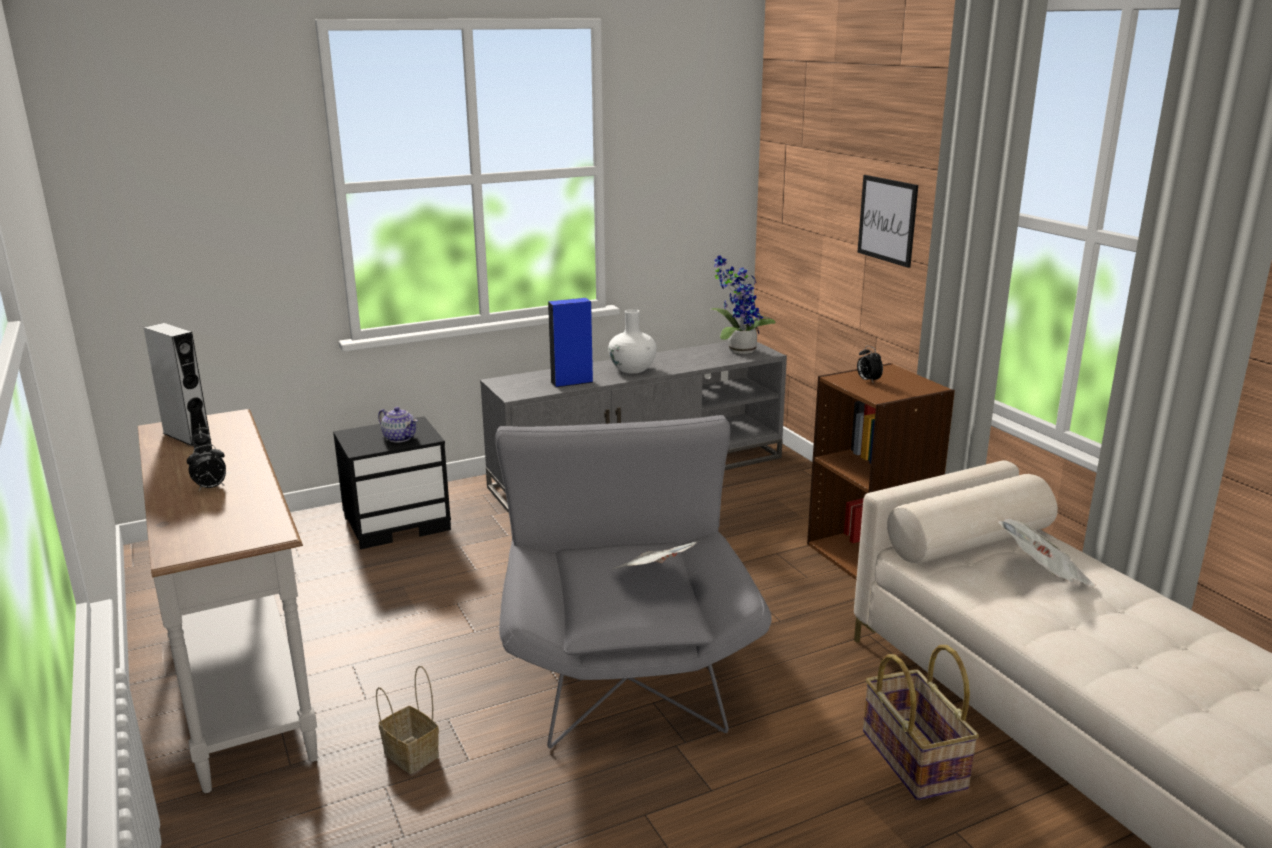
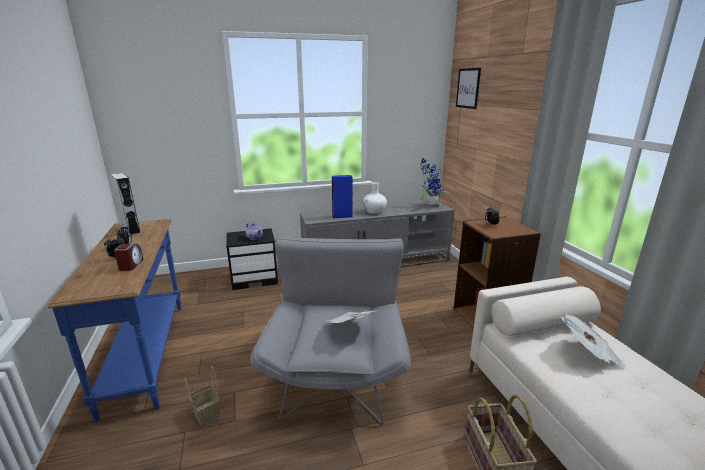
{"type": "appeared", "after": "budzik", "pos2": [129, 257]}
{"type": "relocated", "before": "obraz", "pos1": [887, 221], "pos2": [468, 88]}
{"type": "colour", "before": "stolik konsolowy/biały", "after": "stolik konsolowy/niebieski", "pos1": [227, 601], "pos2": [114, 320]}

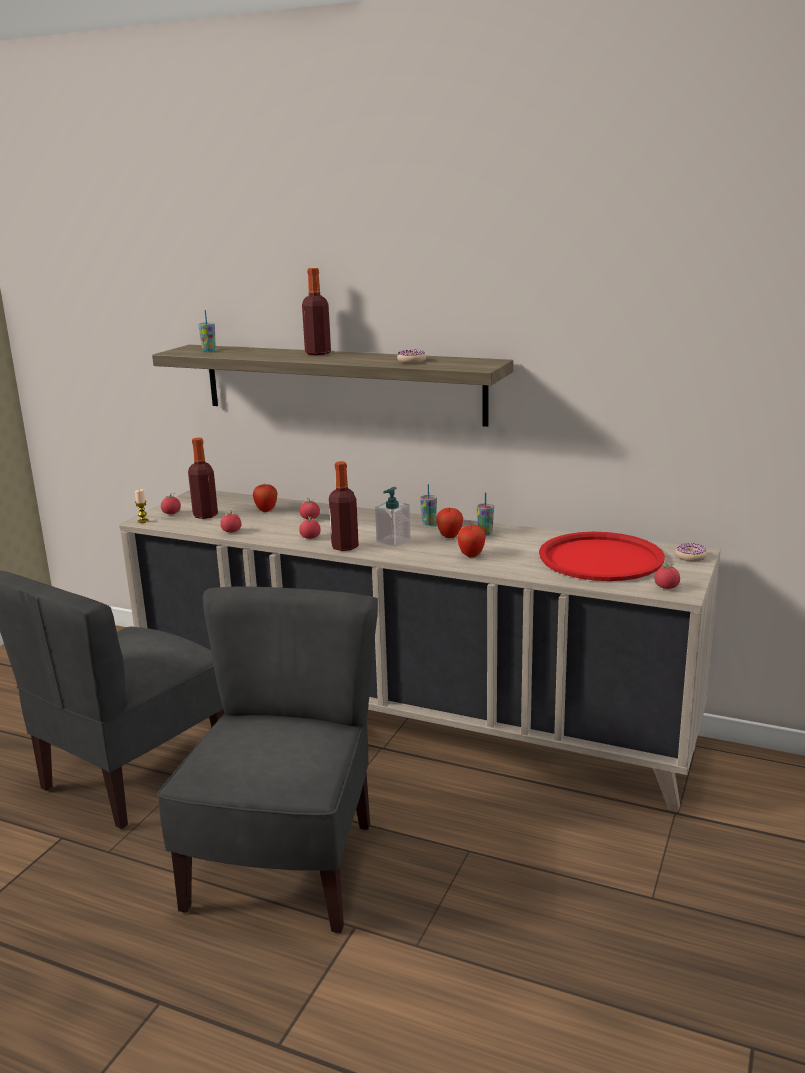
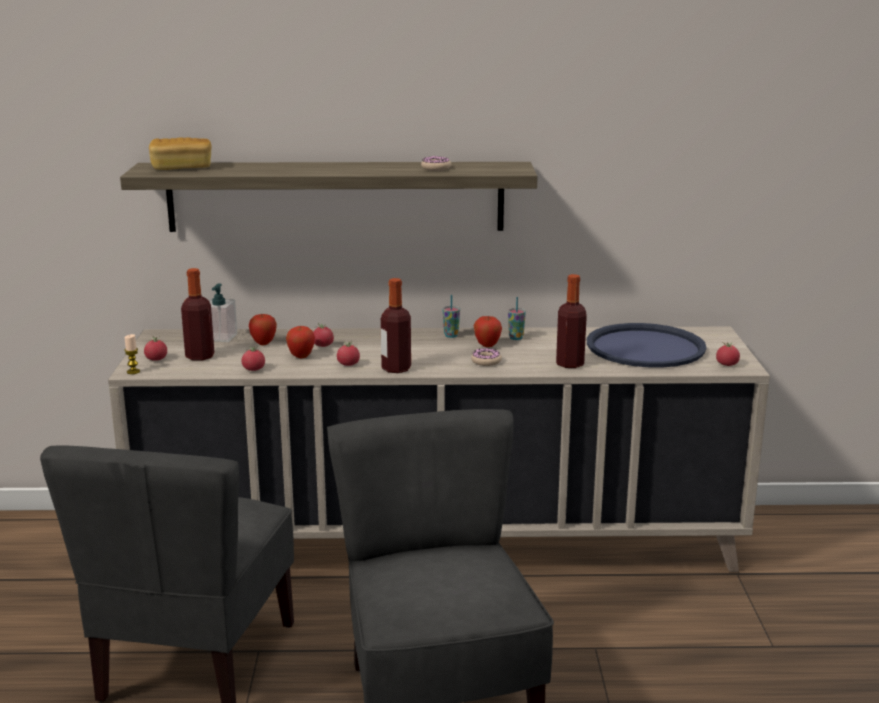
{"type": "relocated", "before": "butelka", "pos1": [316, 311], "pos2": [571, 321]}
{"type": "relocated", "before": "dozownik mydła", "pos1": [392, 516], "pos2": [223, 312]}
{"type": "relocated", "before": "jabłko", "pos1": [471, 541], "pos2": [300, 342]}
{"type": "relocated", "before": "donut", "pos1": [691, 552], "pos2": [486, 357]}
{"type": "exchanged", "before": "filiżanka", "after": "chleb", "pos1": [207, 330], "pos2": [180, 153]}
{"type": "colour", "before": "taca/czerwony", "after": "taca/niebieski", "pos1": [602, 556], "pos2": [647, 345]}

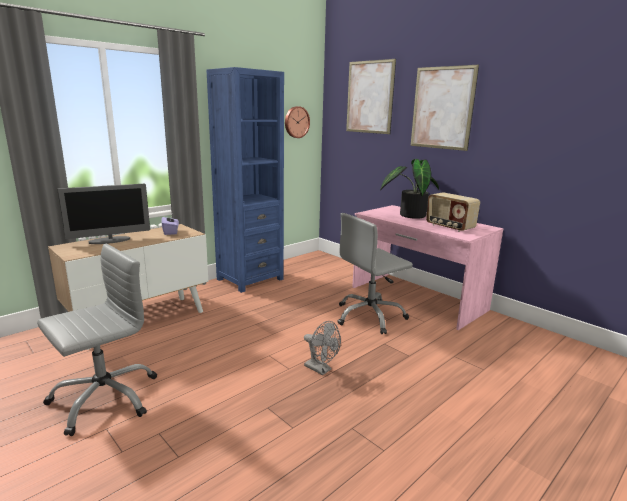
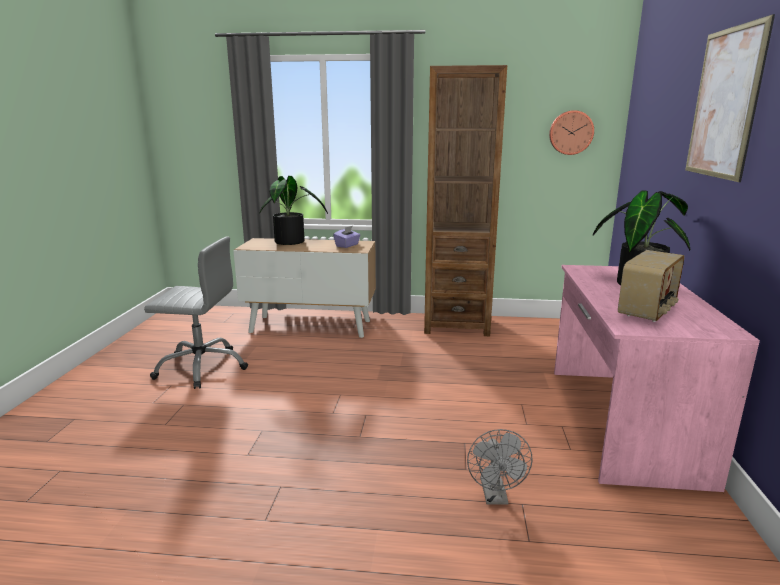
{"type": "missing", "before": "krzesło biurowe/szary", "pos1": [375, 273]}
{"type": "missing", "before": "obraz", "pos1": [371, 96]}
{"type": "relocated", "before": "wentylator/szary", "pos1": [322, 348], "pos2": [500, 467]}
{"type": "exchanged", "before": "monitor", "after": "roślina doniczkowa", "pos1": [103, 214], "pos2": [294, 210]}
{"type": "colour", "before": "regał/niebieski", "after": "regał/brązowy", "pos1": [245, 180], "pos2": [465, 200]}
{"type": "spun", "before": "radio", "pos1": [453, 212], "pos2": [651, 286], "turn": -150}

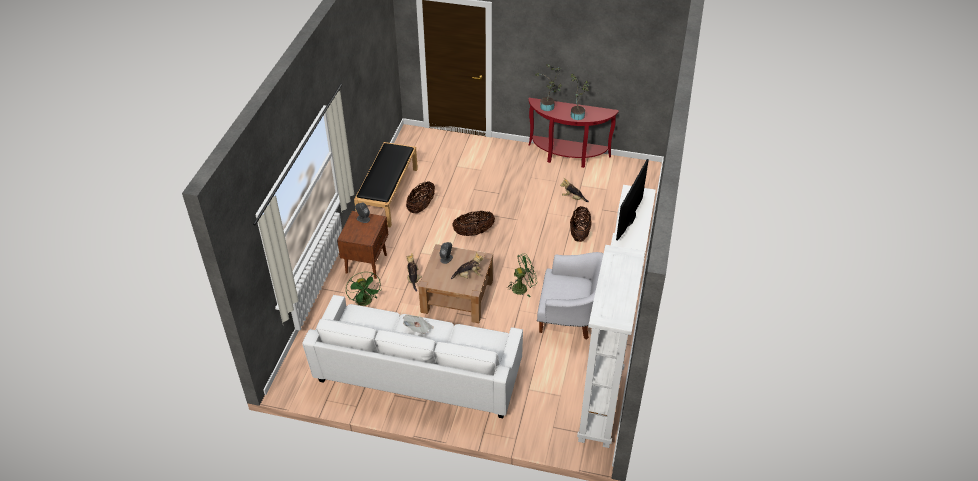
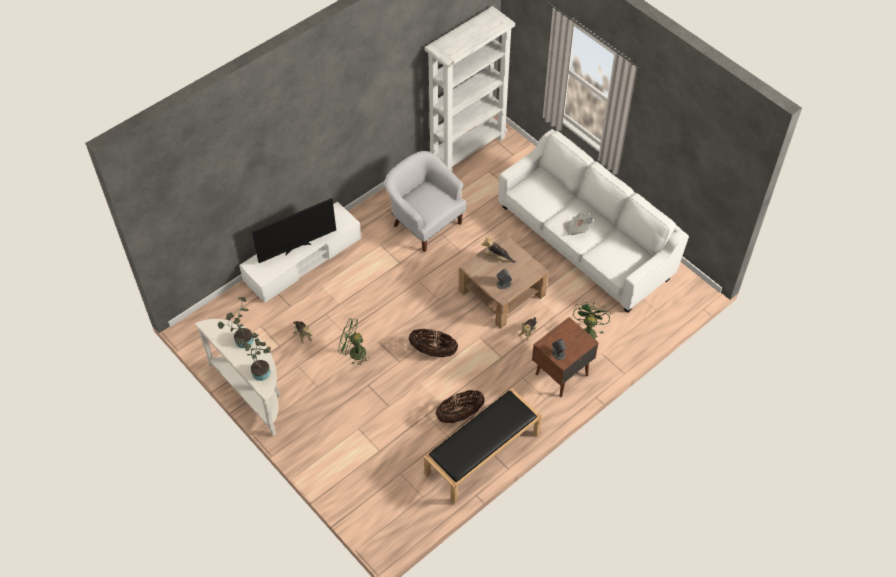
{"type": "missing", "before": "koszyk", "pos1": [581, 224]}
{"type": "relocated", "before": "wentylator/zielony", "pos1": [522, 275], "pos2": [354, 341]}
{"type": "colour", "before": "stolik konsolowy/czerwony", "after": "stolik konsolowy/biały", "pos1": [574, 133], "pos2": [238, 377]}

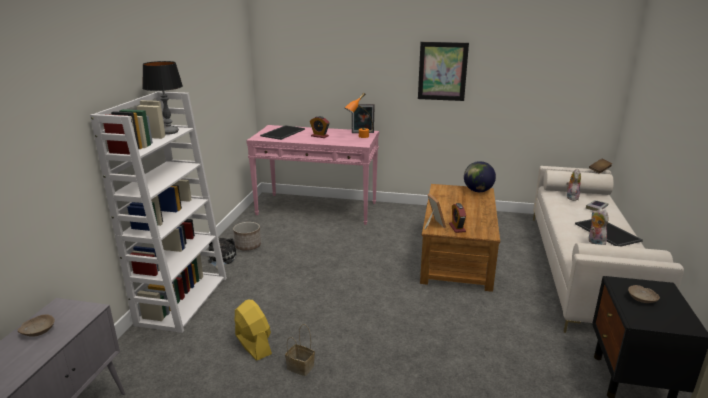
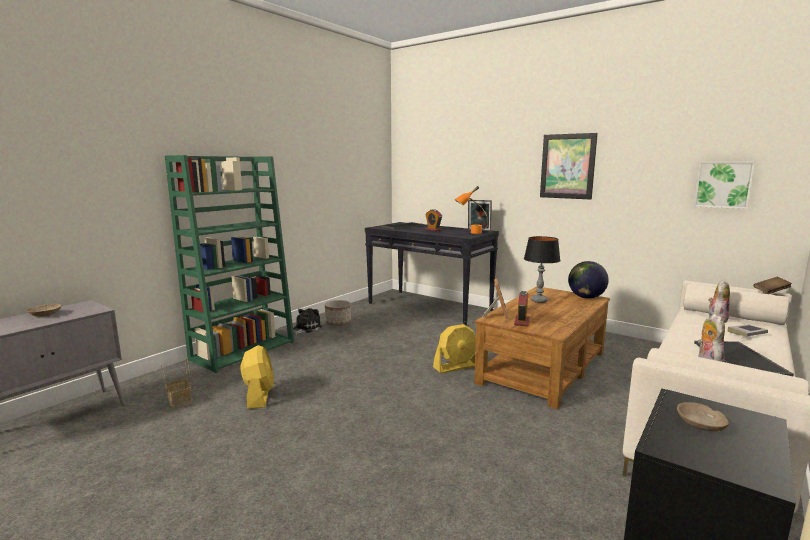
{"type": "appeared", "after": "wentylator/żółty", "pos2": [454, 348]}
{"type": "appeared", "after": "obraz", "pos2": [724, 185]}
{"type": "relocated", "before": "lampa stołowa", "pos1": [162, 98], "pos2": [542, 269]}
{"type": "relocated", "before": "koszyk", "pos1": [300, 350], "pos2": [176, 383]}
{"type": "colour", "before": "regał/biały", "after": "regał/zielony", "pos1": [158, 212], "pos2": [230, 264]}
{"type": "colour", "before": "stolik konsolowy/różowy", "after": "stolik konsolowy/czarny", "pos1": [312, 175], "pos2": [432, 273]}

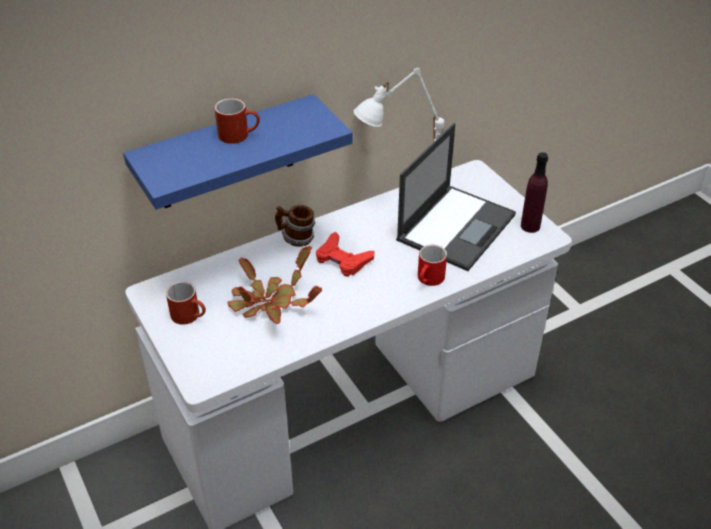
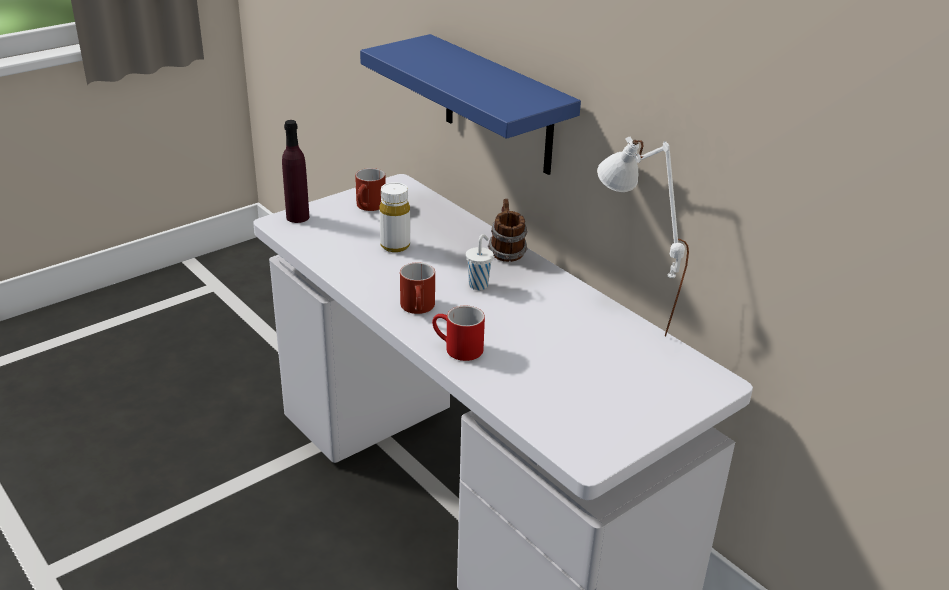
{"type": "missing", "before": "laptop", "pos1": [456, 197]}
{"type": "relocated", "before": "kubek/czerwony", "pos1": [237, 121], "pos2": [417, 288]}
{"type": "relocated", "before": "butelka/fioletowy", "pos1": [534, 192], "pos2": [295, 171]}
{"type": "exchanged", "before": "roślina doniczkowa", "after": "butelka/biały", "pos1": [274, 285], "pos2": [394, 217]}
{"type": "exchanged", "before": "pad do gier/czerwony", "after": "filiżanka/biały", "pos1": [345, 254], "pos2": [480, 262]}

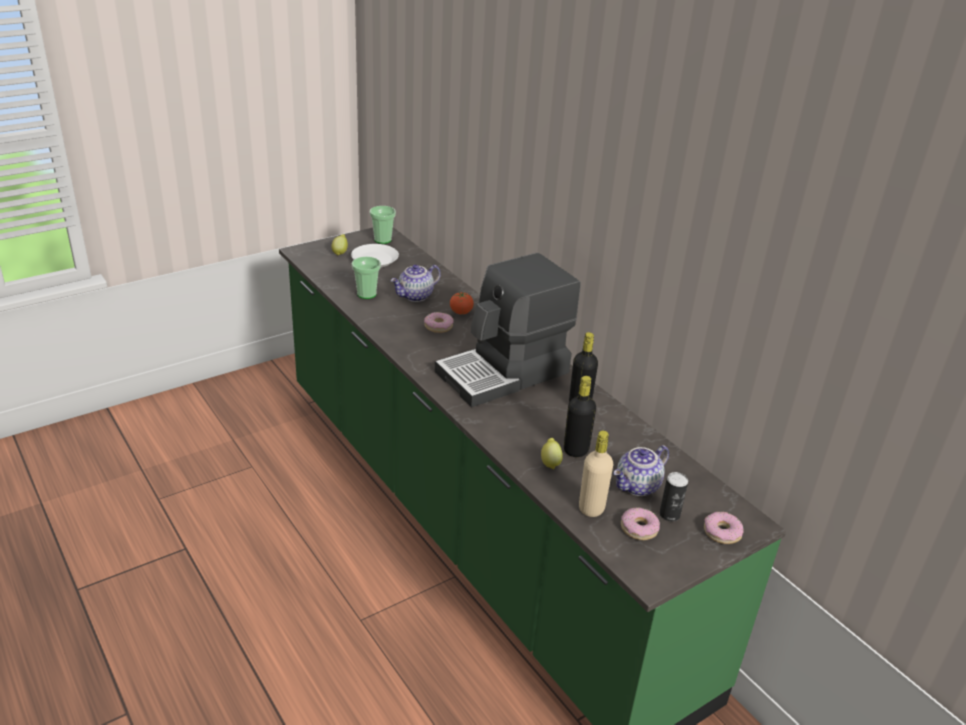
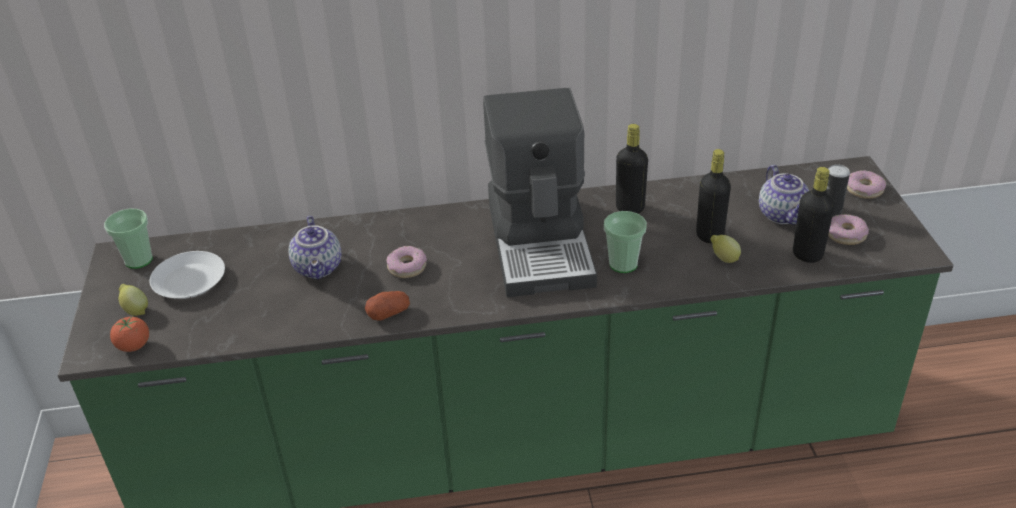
{"type": "appeared", "after": "ziemniak", "pos2": [387, 306]}
{"type": "relocated", "before": "filiżanka", "pos1": [366, 278], "pos2": [625, 242]}
{"type": "relocated", "before": "pomidor", "pos1": [462, 303], "pos2": [129, 334]}
{"type": "colour", "before": "butelka/beżowy", "after": "butelka/czarny", "pos1": [596, 474], "pos2": [813, 215]}

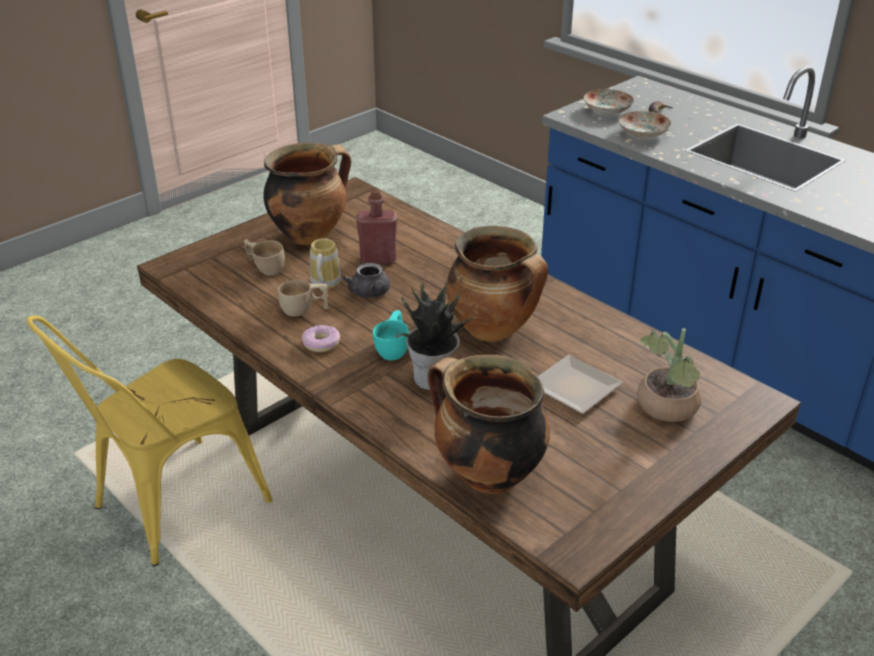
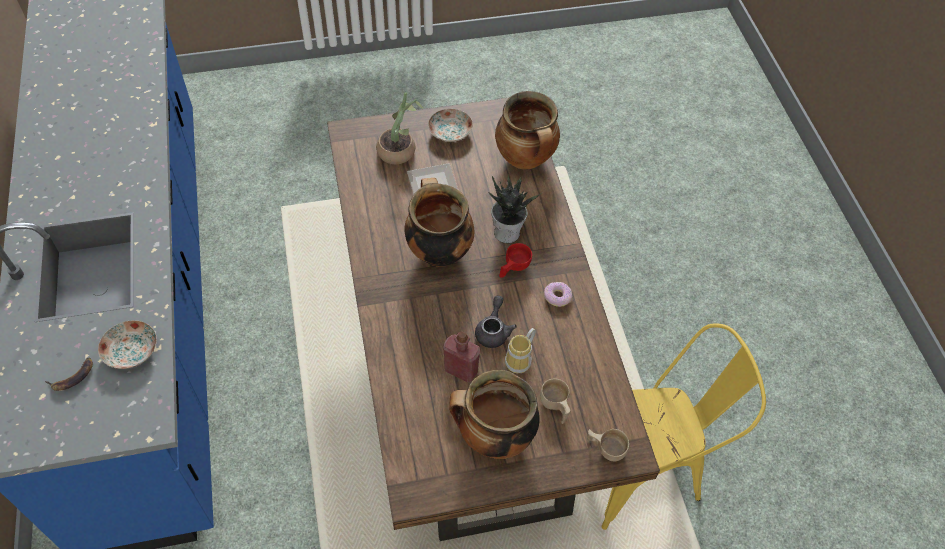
{"type": "relocated", "before": "filiżanka/beżowy", "pos1": [303, 298], "pos2": [608, 445]}
{"type": "relocated", "before": "talerz", "pos1": [609, 102], "pos2": [450, 125]}
{"type": "colour", "before": "filiżanka/turkusowy", "after": "filiżanka/czerwony", "pos1": [391, 335], "pos2": [515, 260]}

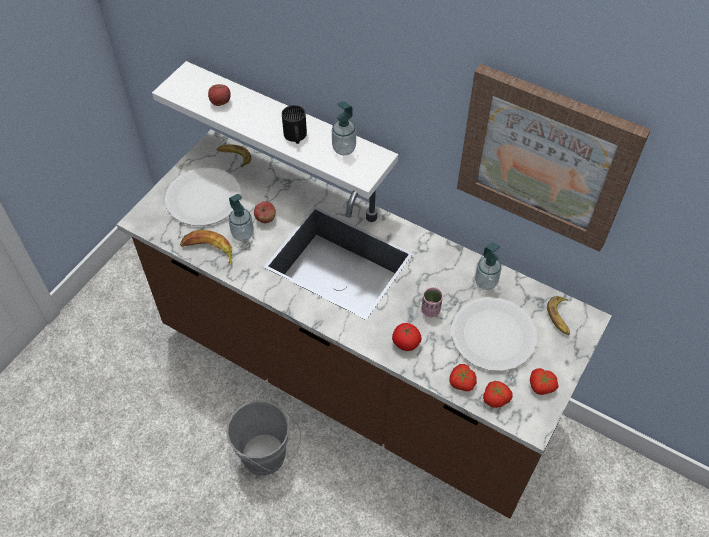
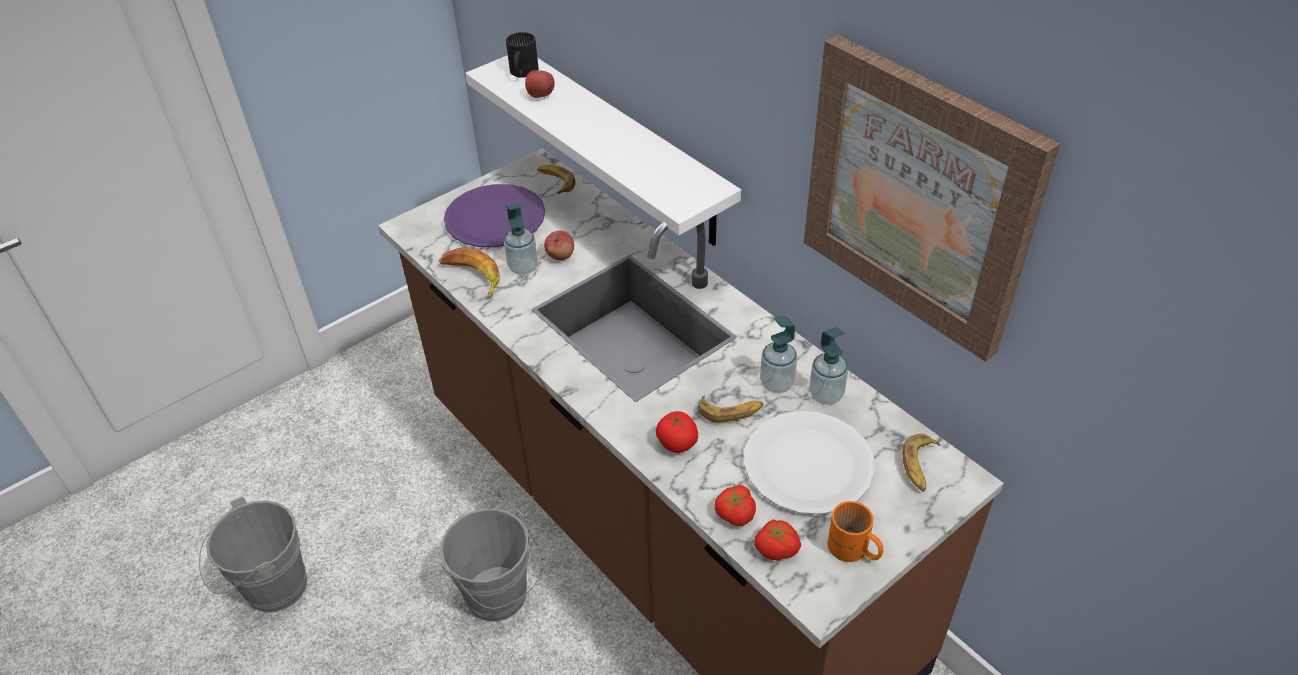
{"type": "appeared", "after": "wiadro/szary", "pos2": [253, 554]}
{"type": "relocated", "before": "kubek/czarny", "pos1": [294, 124], "pos2": [522, 55]}
{"type": "relocated", "before": "dozownik mydła", "pos1": [344, 128], "pos2": [778, 354]}
{"type": "exchanged", "before": "filiżanka/różowy", "after": "banan", "pos1": [432, 302], "pos2": [731, 409]}
{"type": "exchanged", "before": "pomidor", "after": "kubek/pomarańczowy", "pos1": [544, 381], "pos2": [855, 531]}
{"type": "colour", "before": "talerz/biały", "after": "talerz/fioletowy", "pos1": [203, 196], "pos2": [494, 215]}

